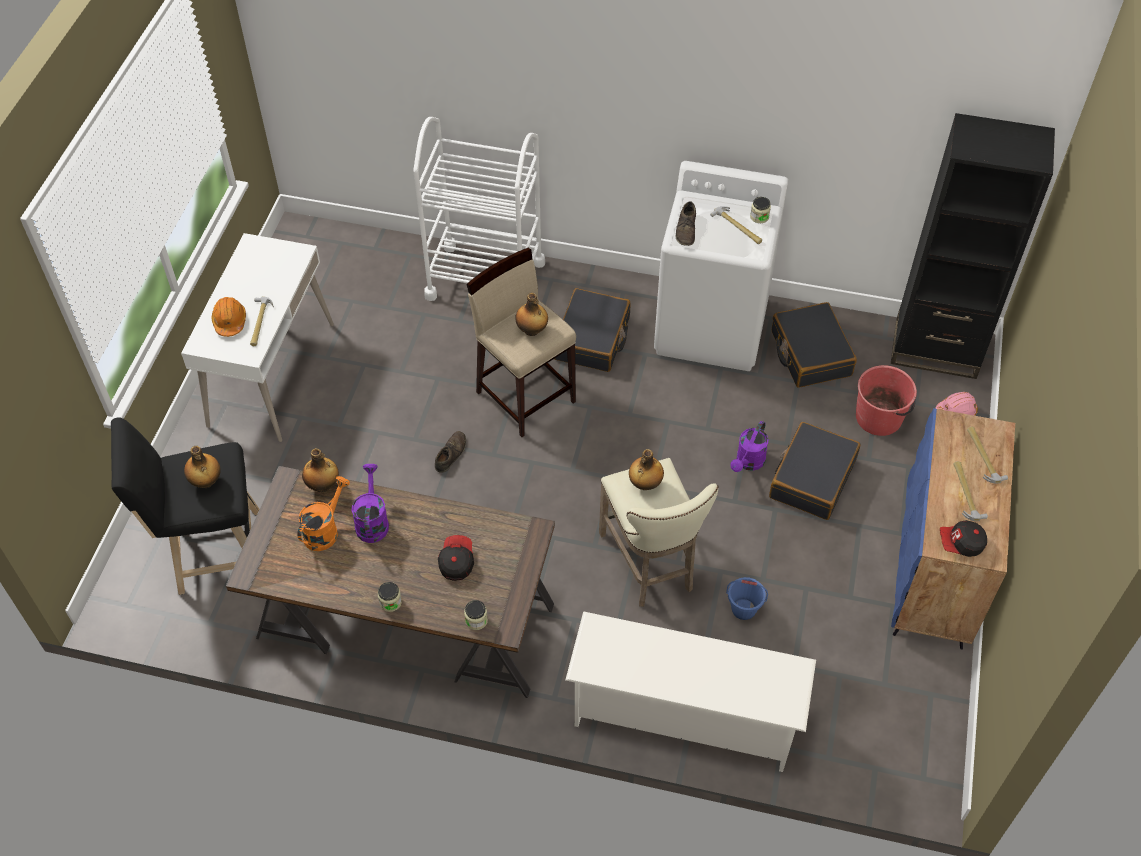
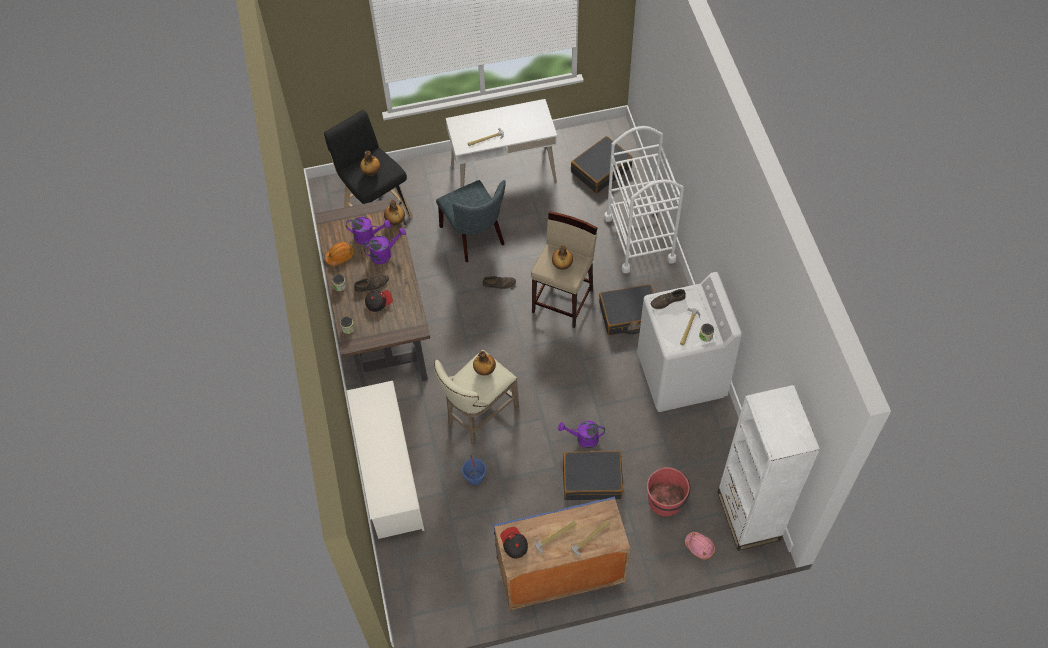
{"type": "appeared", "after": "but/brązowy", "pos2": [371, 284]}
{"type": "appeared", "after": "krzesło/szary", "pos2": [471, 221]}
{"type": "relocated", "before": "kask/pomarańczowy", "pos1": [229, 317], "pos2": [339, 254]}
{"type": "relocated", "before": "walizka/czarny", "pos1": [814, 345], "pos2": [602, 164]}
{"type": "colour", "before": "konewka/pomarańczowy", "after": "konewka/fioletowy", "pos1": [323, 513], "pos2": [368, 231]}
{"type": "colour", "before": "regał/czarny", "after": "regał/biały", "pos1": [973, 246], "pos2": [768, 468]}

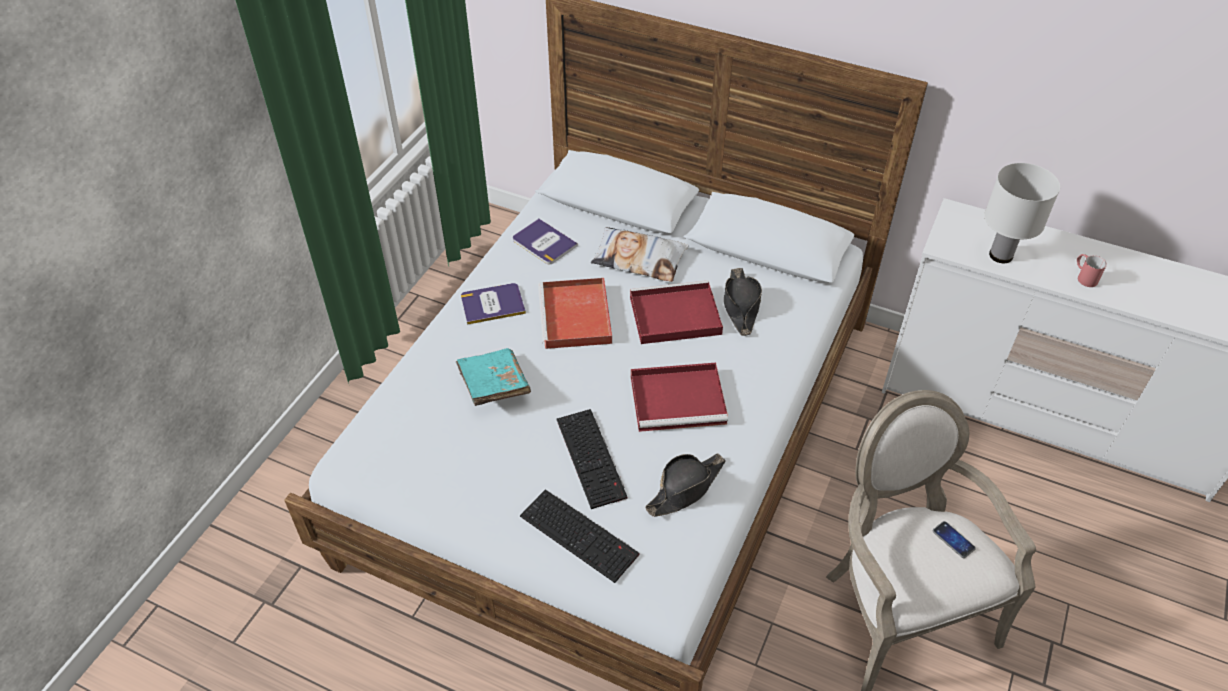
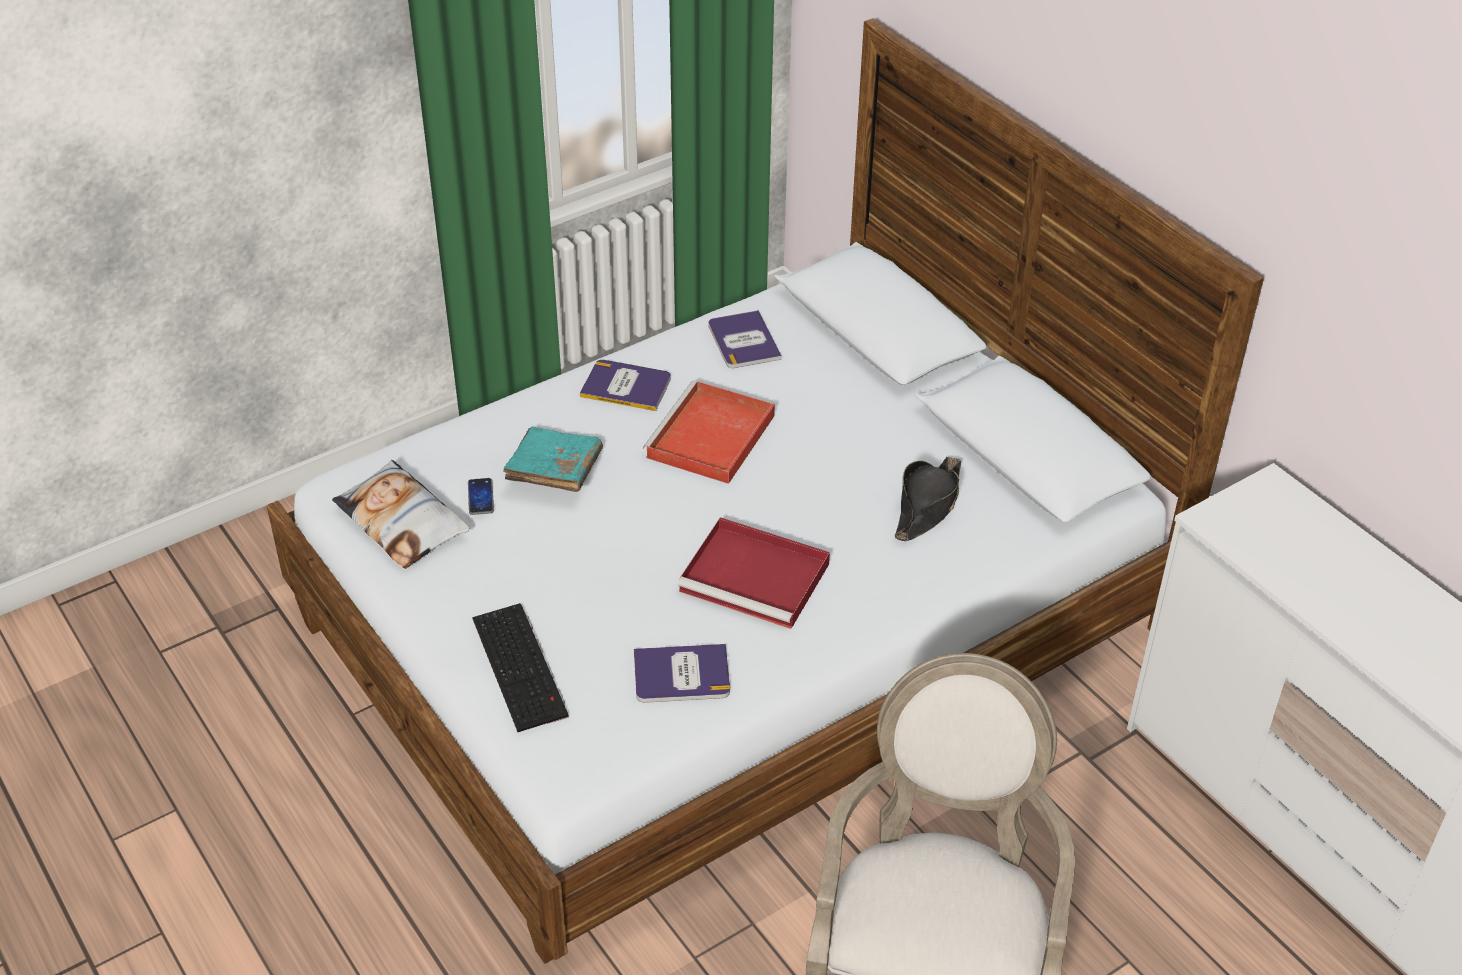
{"type": "missing", "before": "klawiatura", "pos1": [592, 459]}
{"type": "missing", "before": "taca/czerwony", "pos1": [676, 312]}
{"type": "missing", "before": "lampa stołowa/biały", "pos1": [1022, 213]}
{"type": "missing", "before": "kubek/czerwony", "pos1": [1092, 270]}
{"type": "relocated", "before": "poduszka", "pos1": [640, 254], "pos2": [401, 514]}
{"type": "relocated", "before": "telefon", "pos1": [954, 539], "pos2": [481, 496]}
{"type": "exchanged", "before": "kapelusz/czarny", "after": "książka", "pos1": [685, 485], "pos2": [682, 673]}

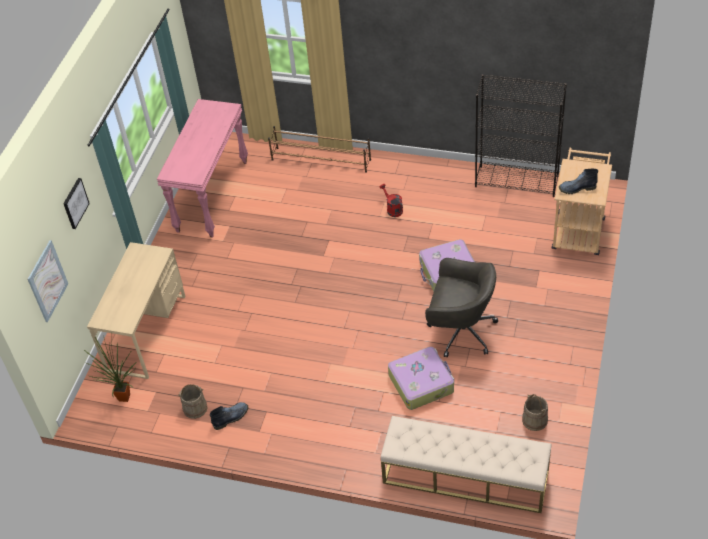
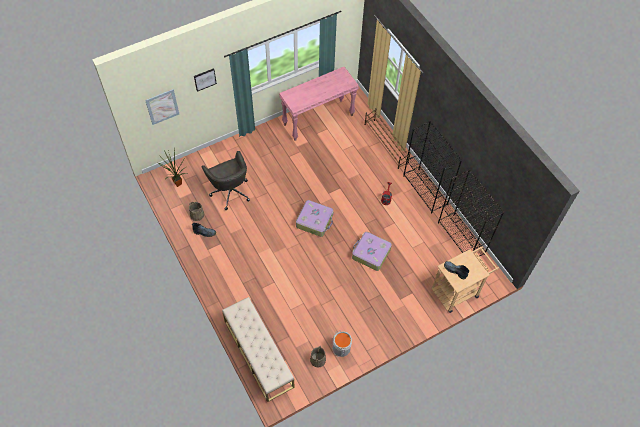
{"type": "missing", "before": "biurko/beżowy", "pos1": [136, 310]}
{"type": "appeared", "after": "wiadro/szary", "pos2": [342, 343]}
{"type": "appeared", "after": "regał/czarny", "pos2": [432, 167]}
{"type": "relocated", "before": "walizka", "pos1": [421, 378], "pos2": [315, 218]}
{"type": "relocated", "before": "krzesło biurowe/szary", "pos1": [461, 307], "pos2": [226, 180]}

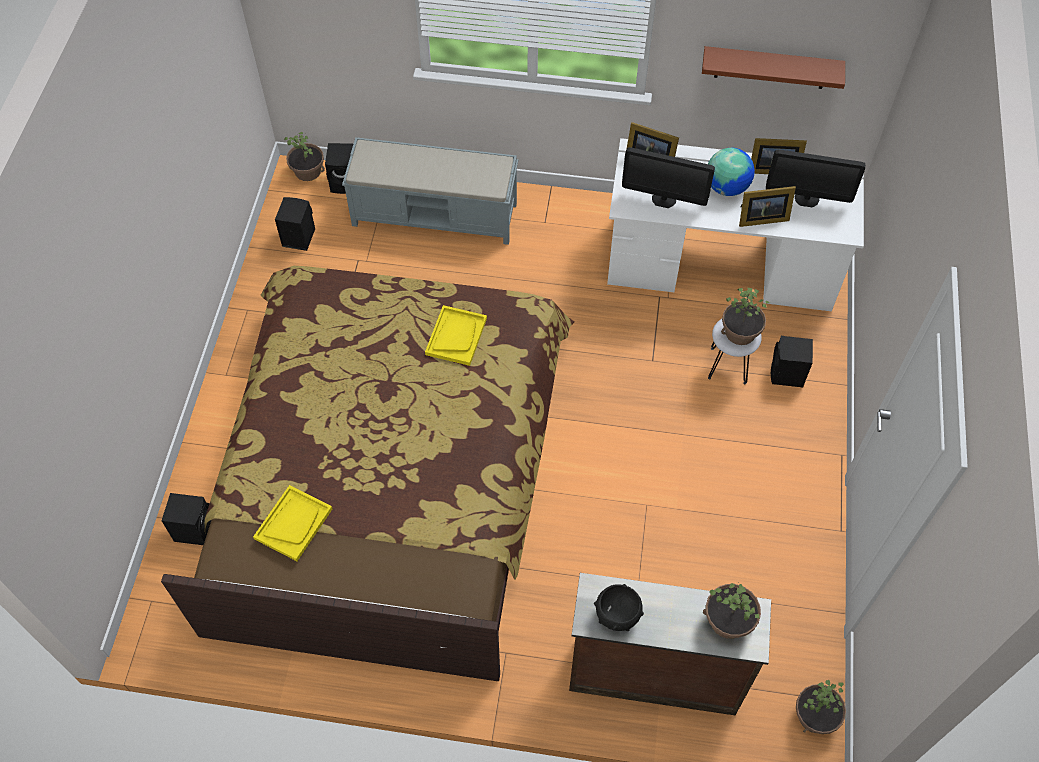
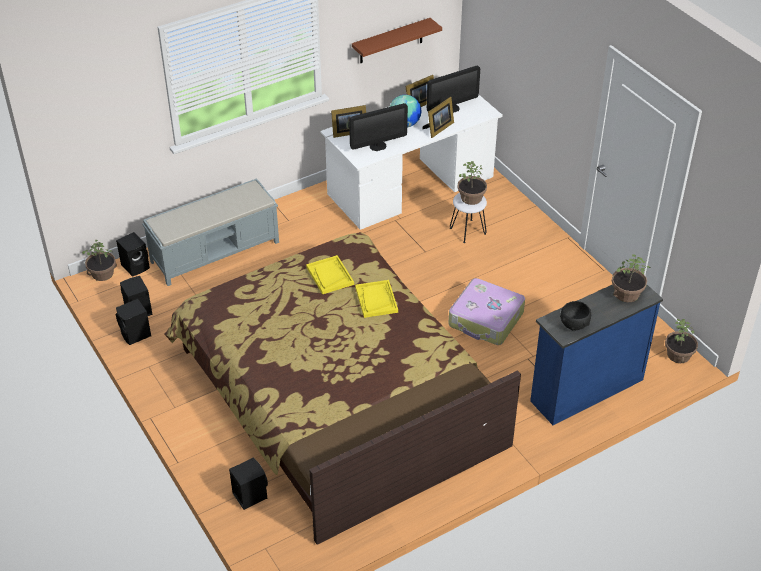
{"type": "appeared", "after": "walizka", "pos2": [486, 311]}
{"type": "relocated", "before": "taca/żółty", "pos1": [292, 523], "pos2": [376, 299]}
{"type": "relocated", "before": "głośnik/czarny", "pos1": [792, 361], "pos2": [133, 322]}
{"type": "colour", "before": "komoda/brązowy", "after": "komoda/niebieski", "pos1": [670, 644], "pos2": [596, 354]}

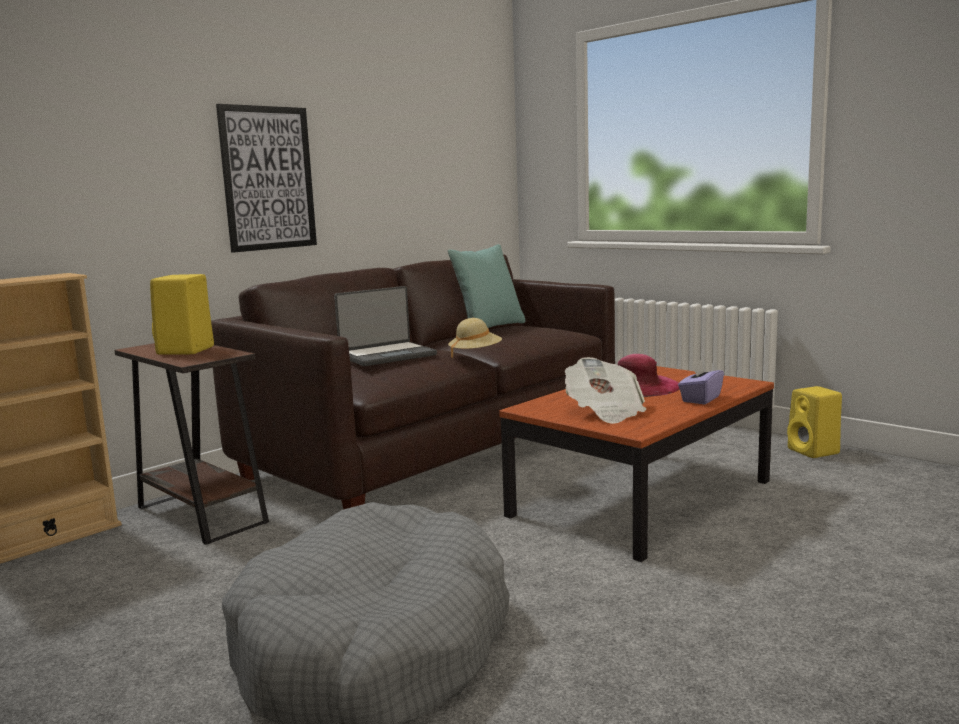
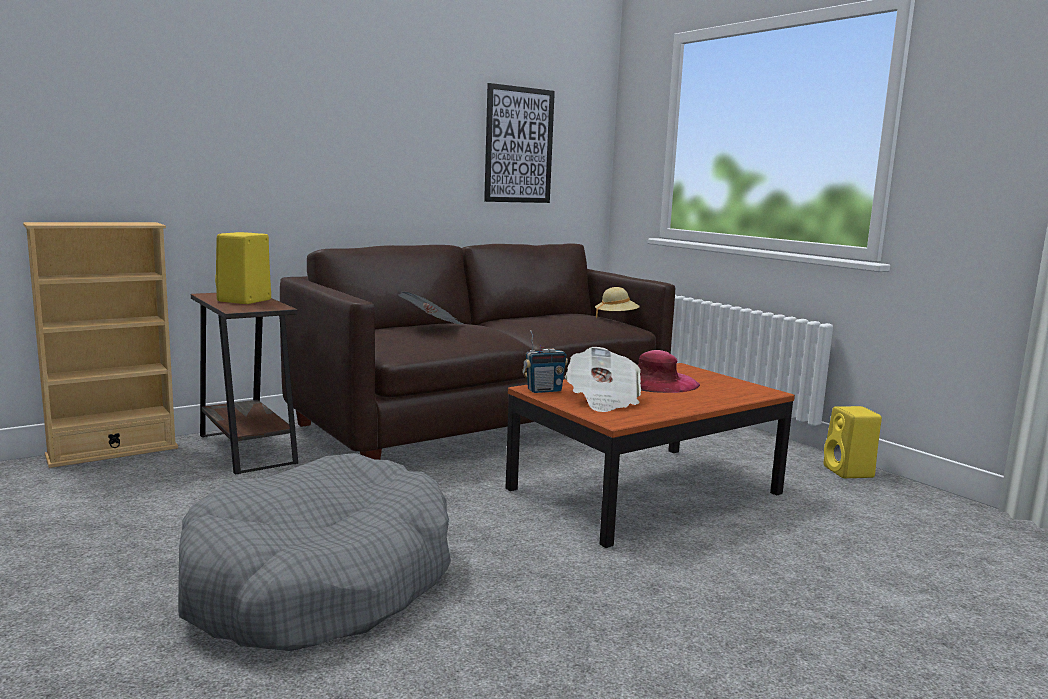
{"type": "missing", "before": "poduszka/turkusowy", "pos1": [487, 286]}
{"type": "missing", "before": "pudełko chusteczek/fioletowy", "pos1": [701, 382]}
{"type": "appeared", "after": "radio", "pos2": [545, 361]}
{"type": "relocated", "before": "obraz", "pos1": [266, 178], "pos2": [519, 143]}
{"type": "relocated", "before": "kapelusz/beżowy", "pos1": [475, 338], "pos2": [617, 302]}
{"type": "exchanged", "before": "laptop", "after": "gazeta", "pos1": [385, 326], "pos2": [431, 308]}

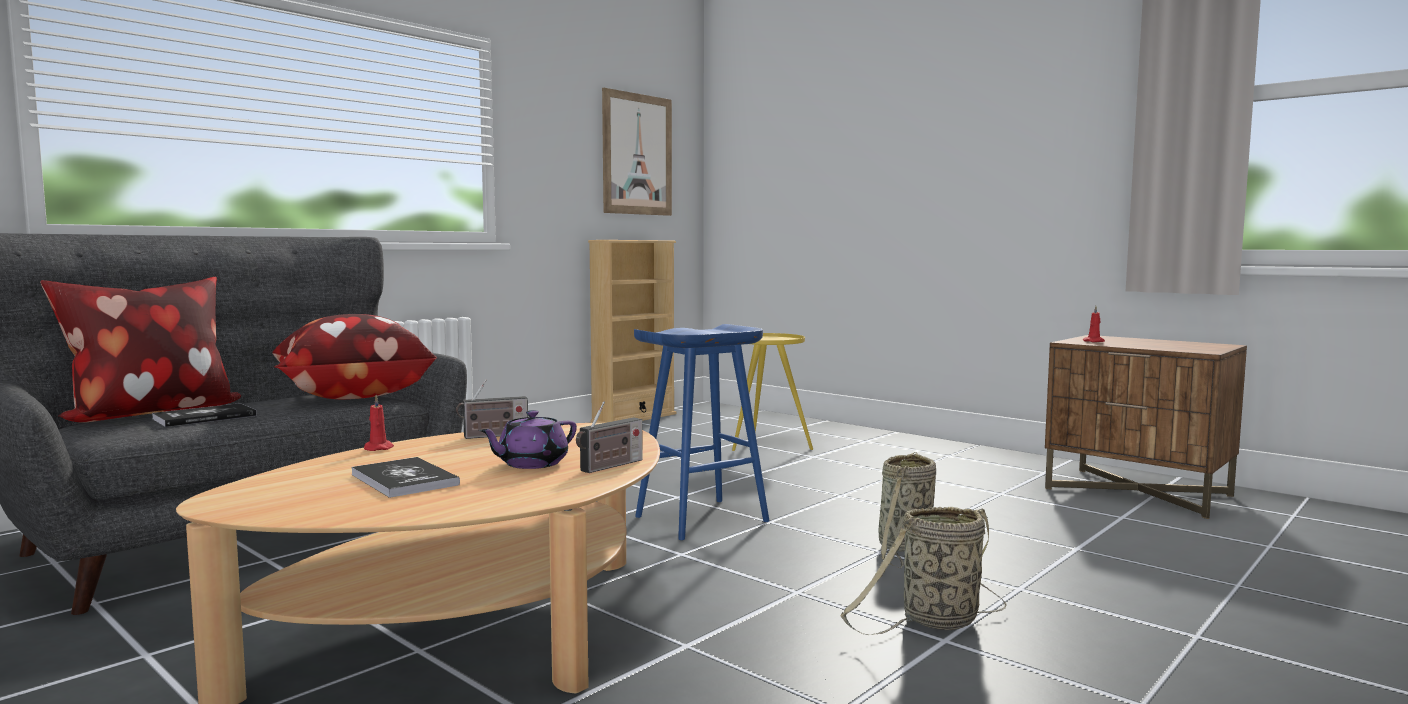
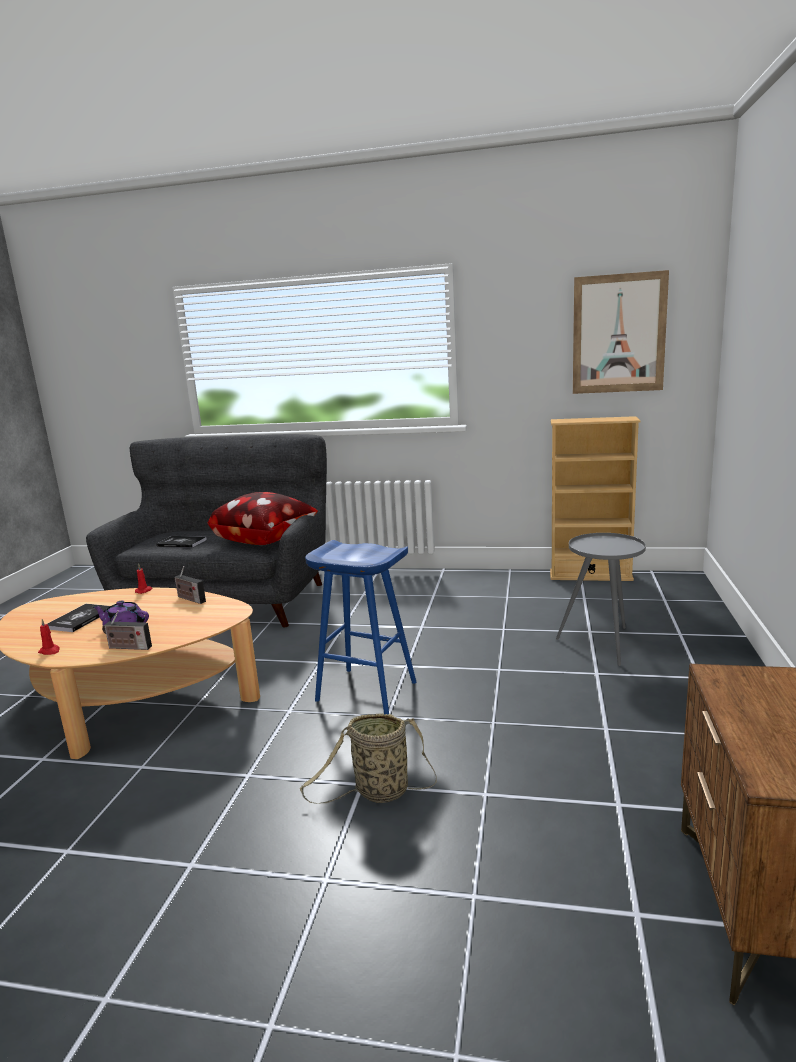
{"type": "missing", "before": "poduszka", "pos1": [140, 350]}
{"type": "missing", "before": "koszyk", "pos1": [923, 571]}
{"type": "relocated", "before": "świeca/czerwony", "pos1": [1094, 324], "pos2": [49, 637]}
{"type": "colour", "before": "stolik/żółty", "after": "stolik/szary", "pos1": [772, 392], "pos2": [601, 599]}

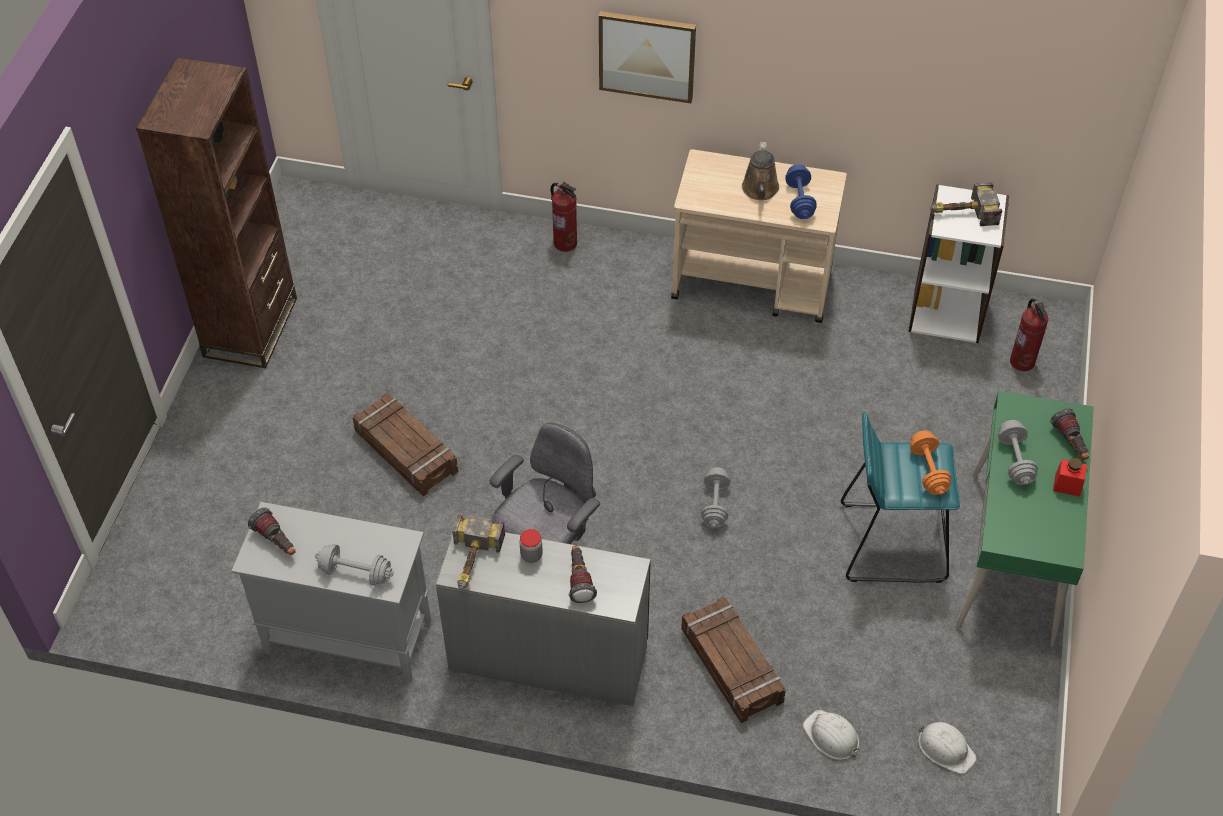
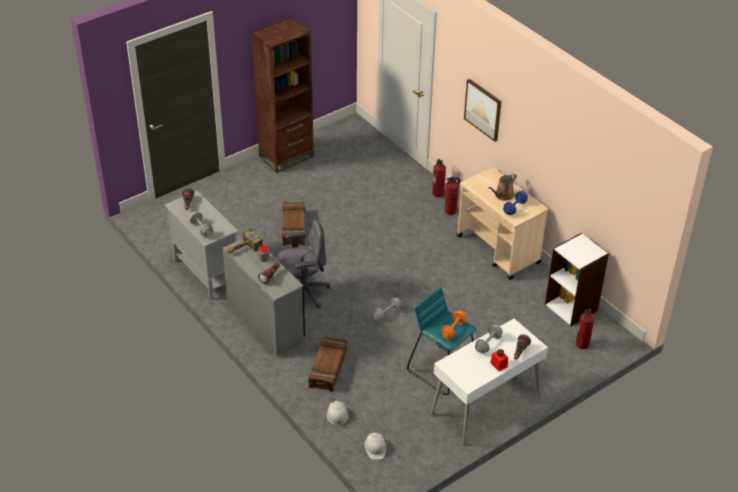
{"type": "missing", "before": "młotek", "pos1": [966, 204]}
{"type": "appeared", "after": "gaśnica", "pos2": [452, 196]}
{"type": "colour", "before": "biurko/zielony", "after": "biurko/biały", "pos1": [1025, 519], "pos2": [489, 382]}

